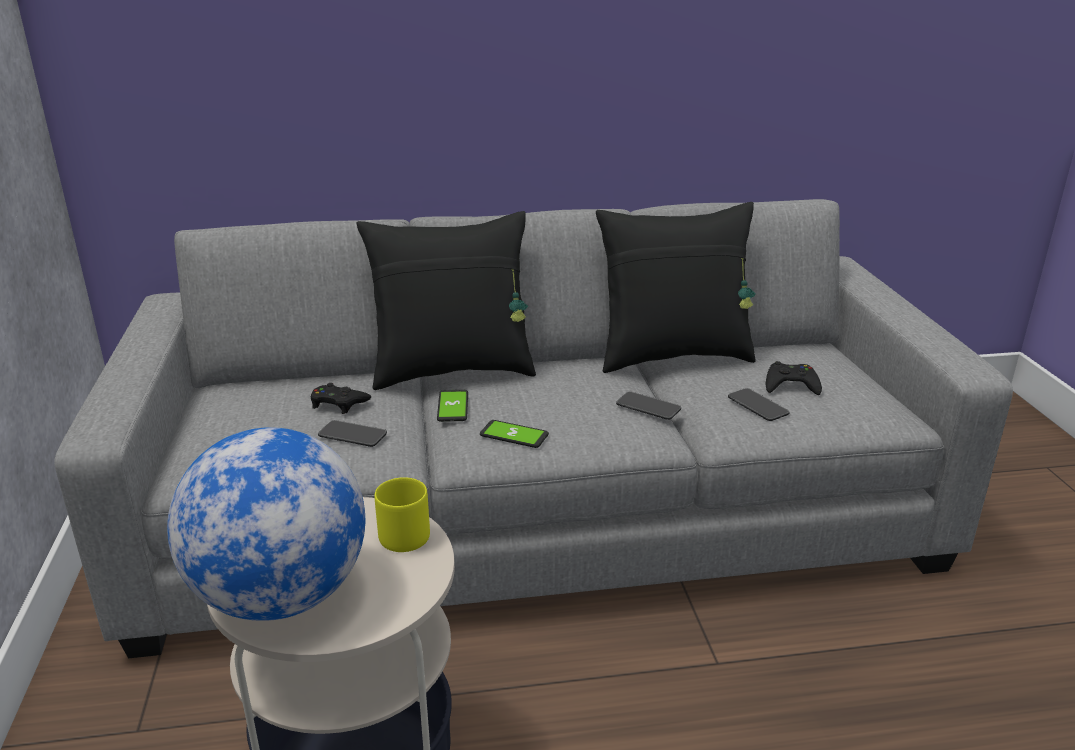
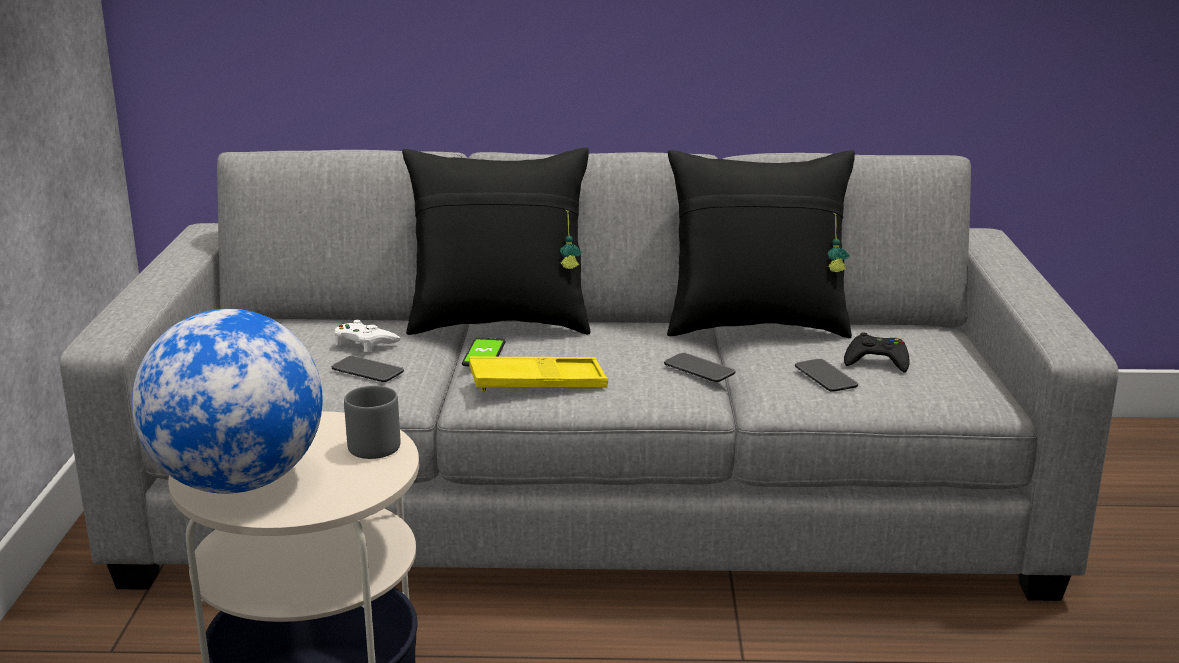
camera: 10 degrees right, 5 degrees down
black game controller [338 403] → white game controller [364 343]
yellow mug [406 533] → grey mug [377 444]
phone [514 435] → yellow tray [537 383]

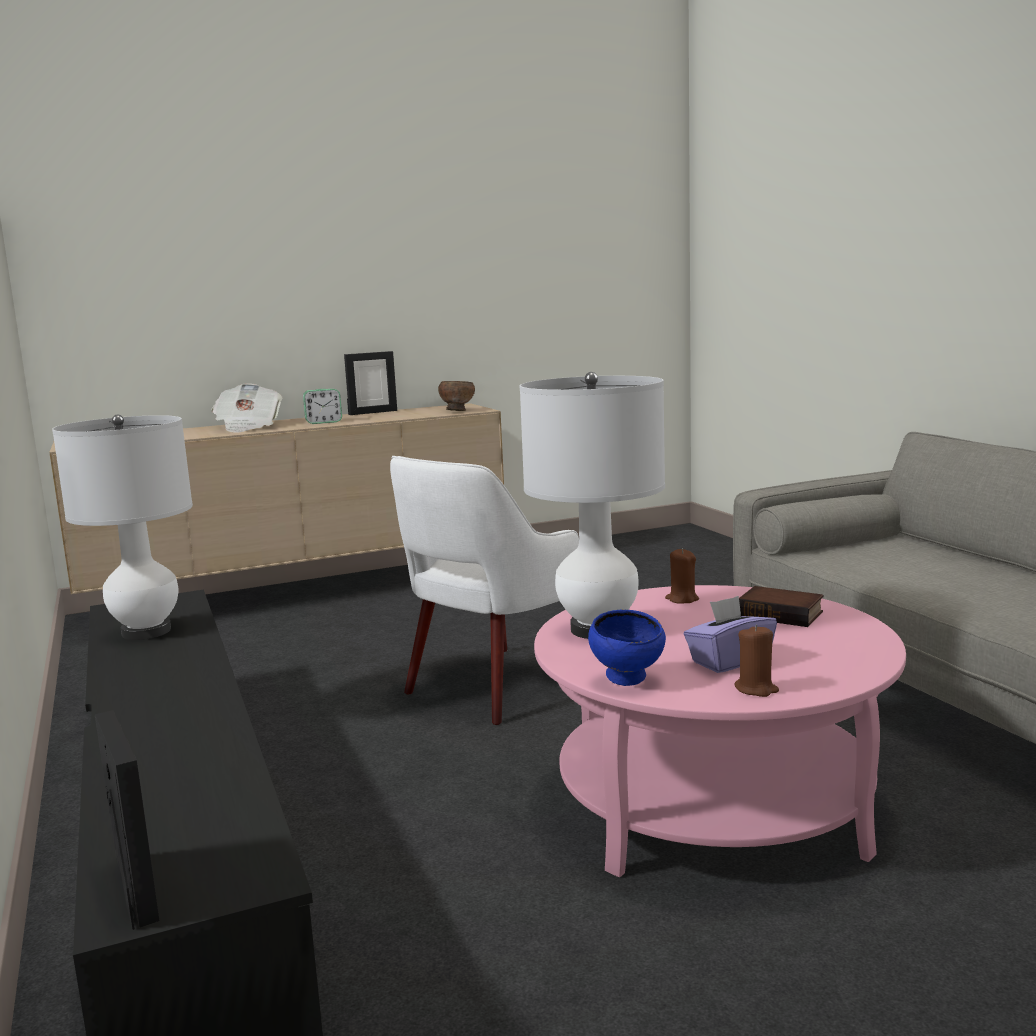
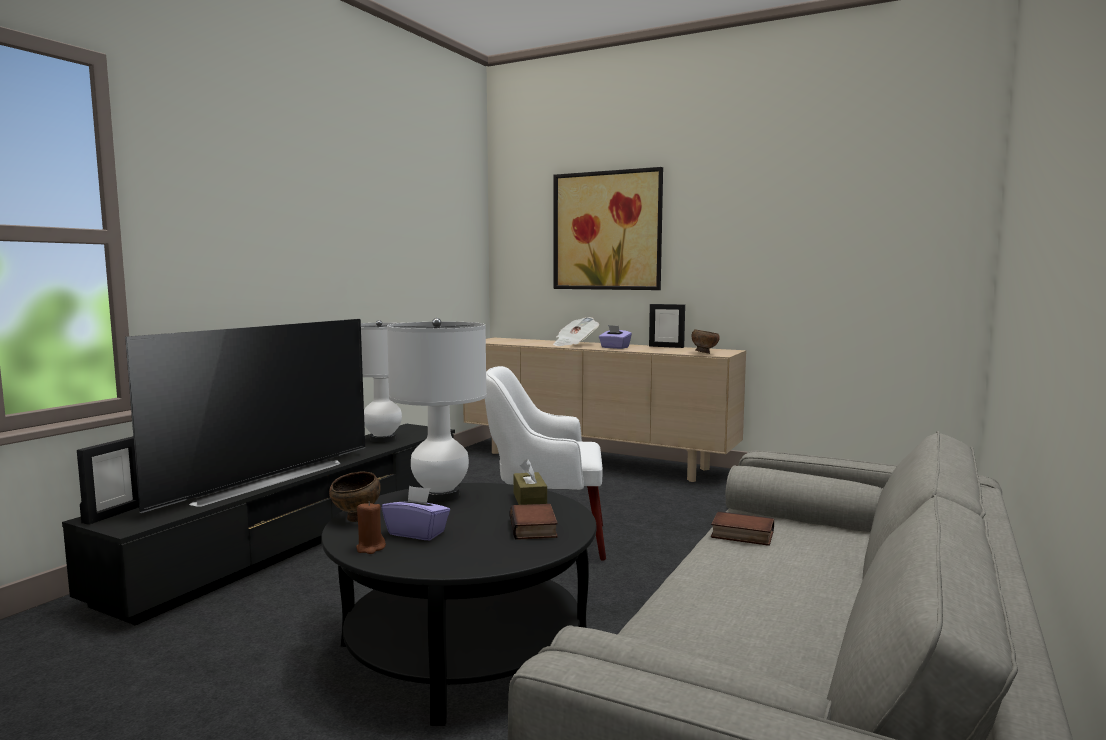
camera: 50 degrees right, 5 degrees down
alarm clock [324 422] → purple tissue box [614 347]
pink coffee table [713 801] → black coffee table [464 648]
blue bowl [628 681] → brown bowl [357 519]
brown candle [682 599] → brown tissue box [529 500]
- → television [263 479]
- → picture [607 231]
- → book [741 535]

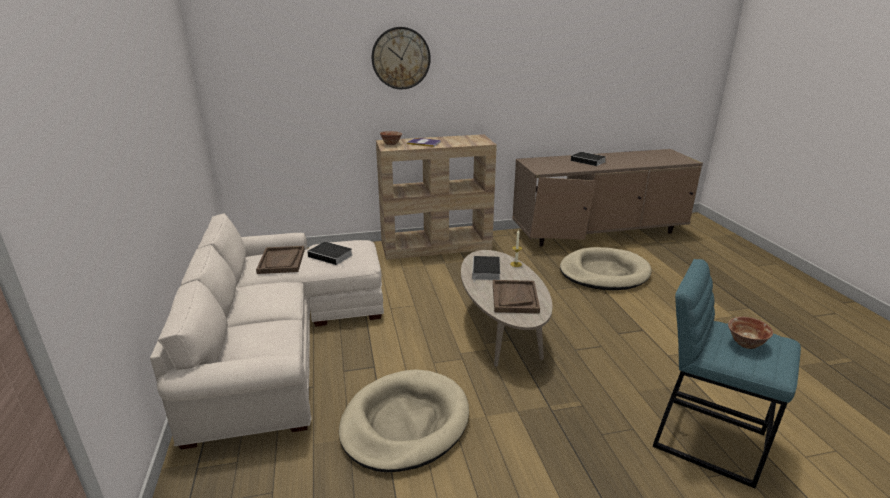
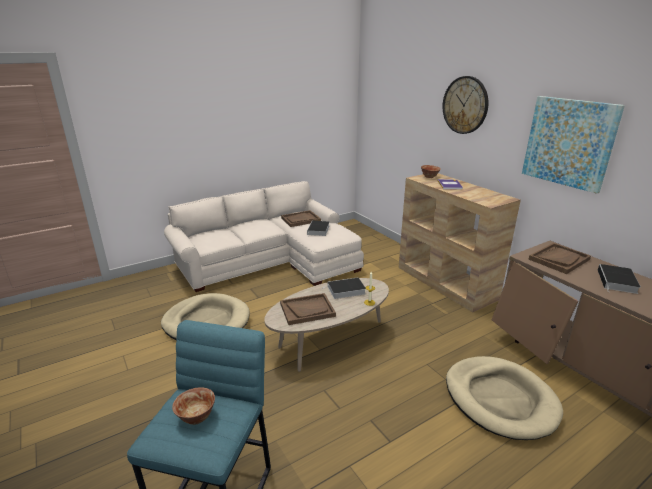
camera: 70 degrees right, 0 degrees up
- → picture [569 142]
- → brown tray [559 259]

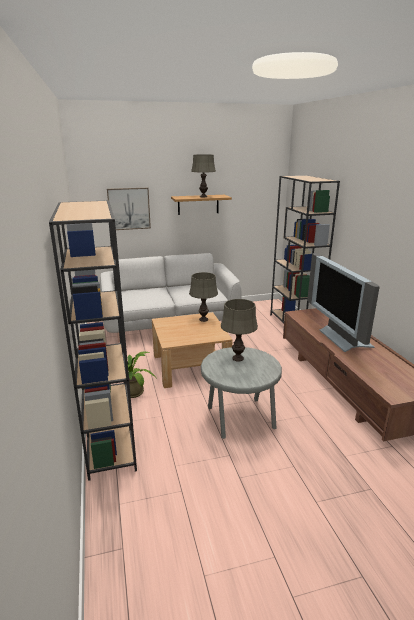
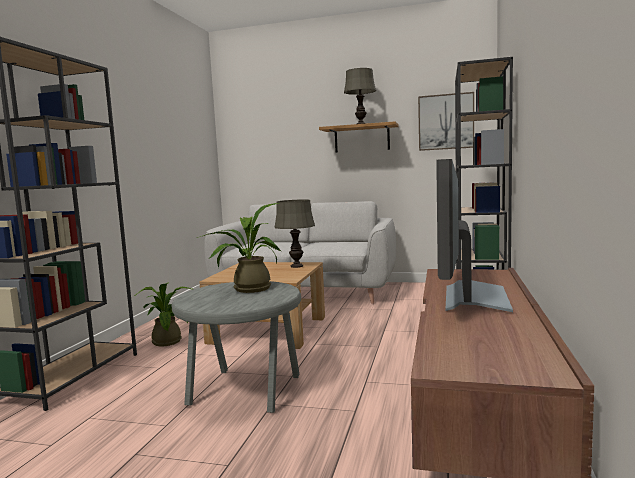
camera: 30 degrees right, 15 degrees down
picture [129 208] → picture [446 122], moved
grey table lamp [237 358] → potted plant [247 289]

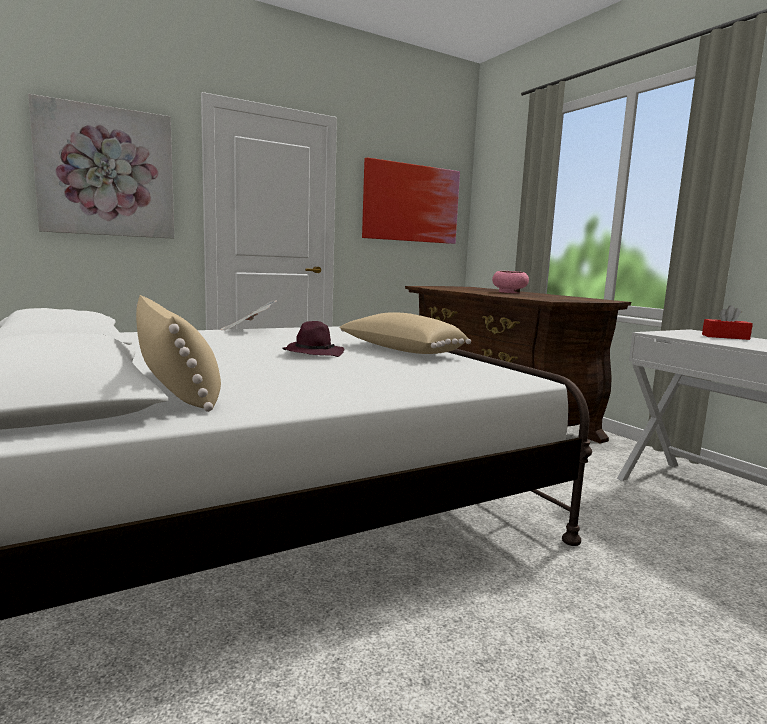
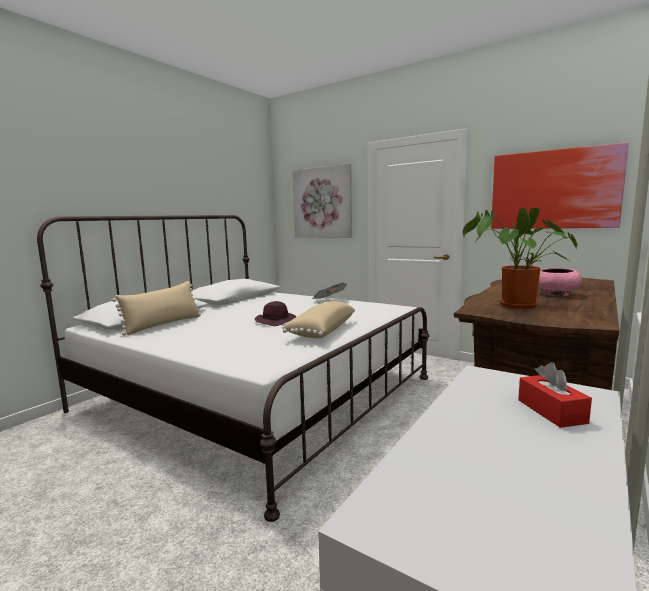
camera: 65 degrees right, 0 degrees up
- → potted plant [514 306]

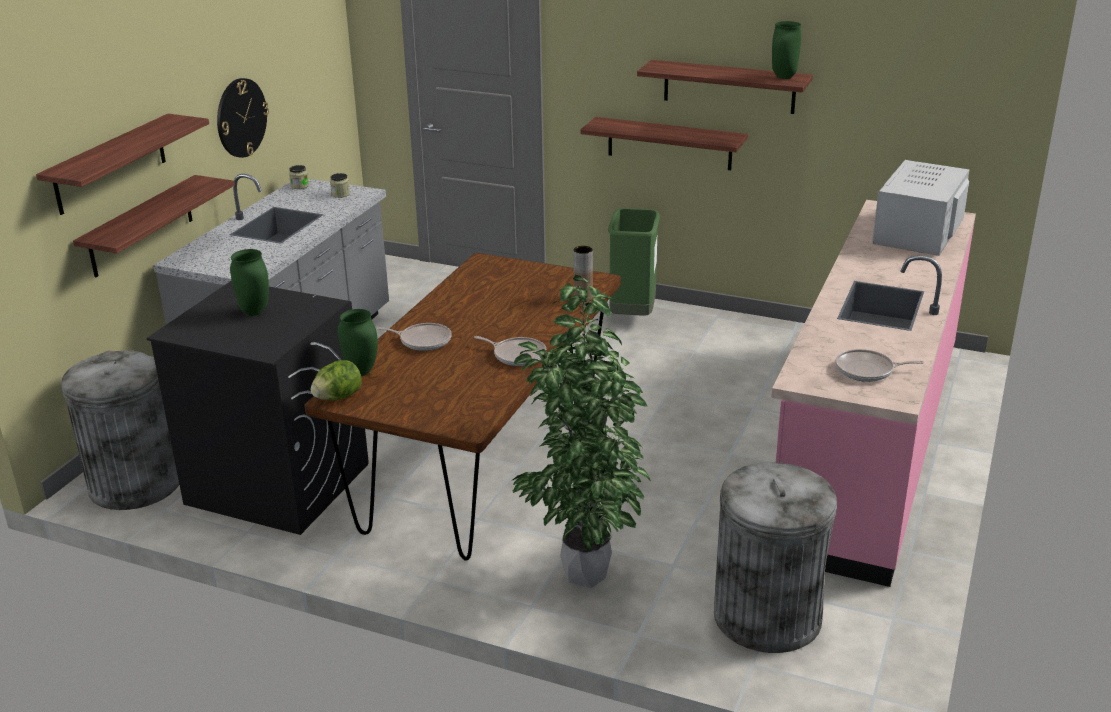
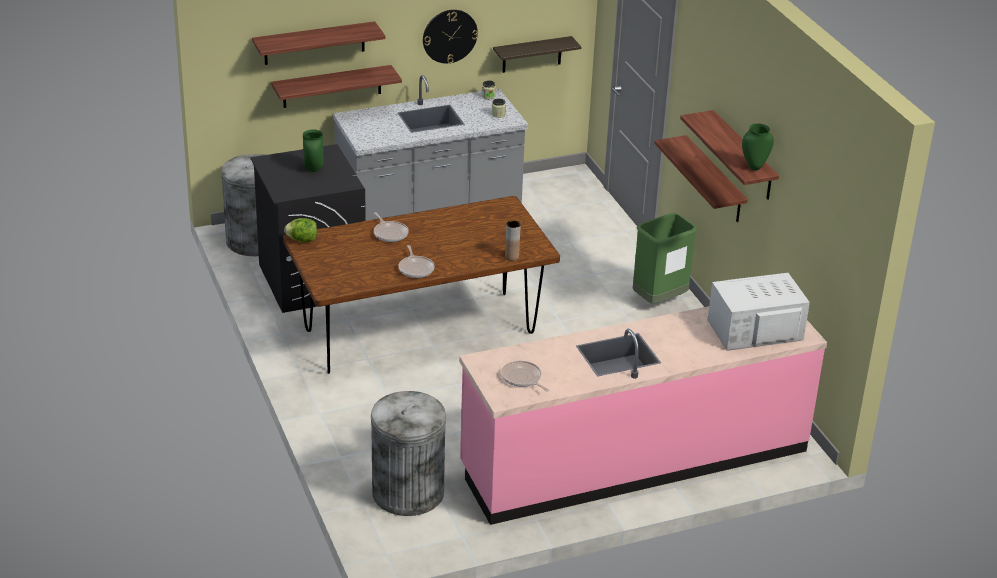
camera: 45 degrees right, 5 degrees up
green vase [360 373] → -
potted plant [580 576] → -
- → shelf [532 54]

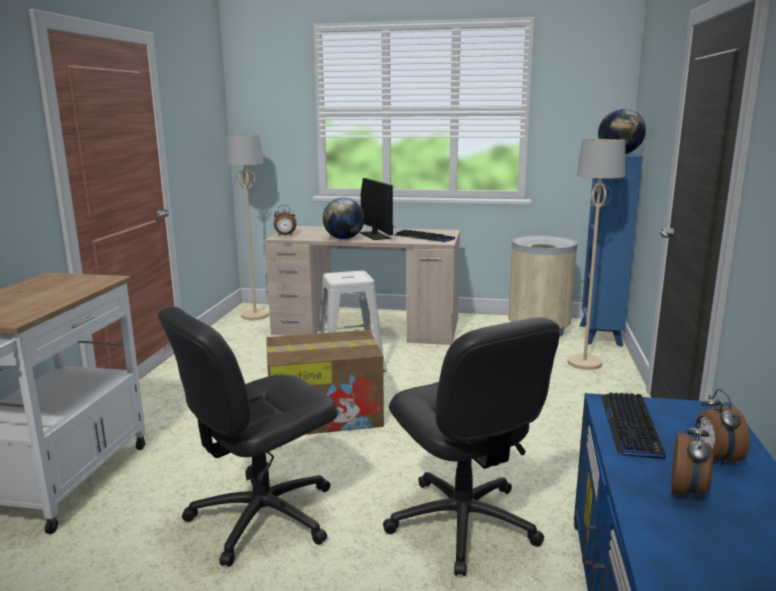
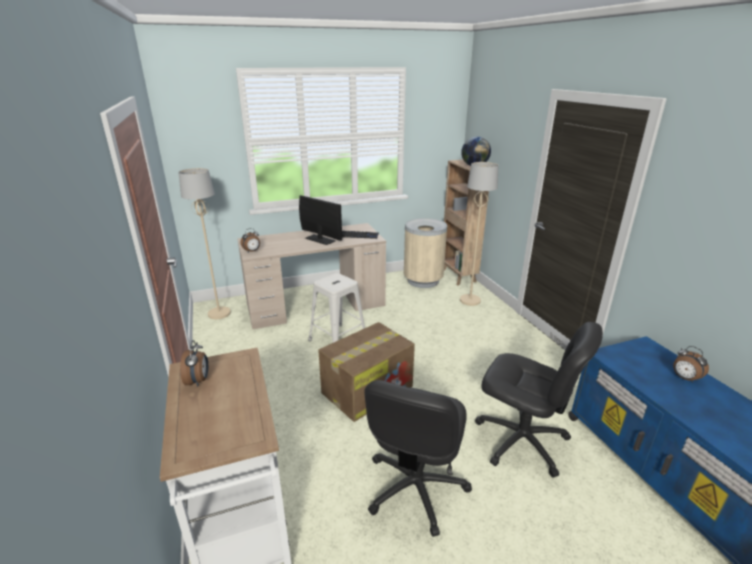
camera: 30 degrees left, 10 degrees up
globe [344 238] → -
blue bookcase [600 336] → brown bookcase [458 276]
keyboard [631 425] → -
alarm clock [688 492] → alarm clock [198 381], moved

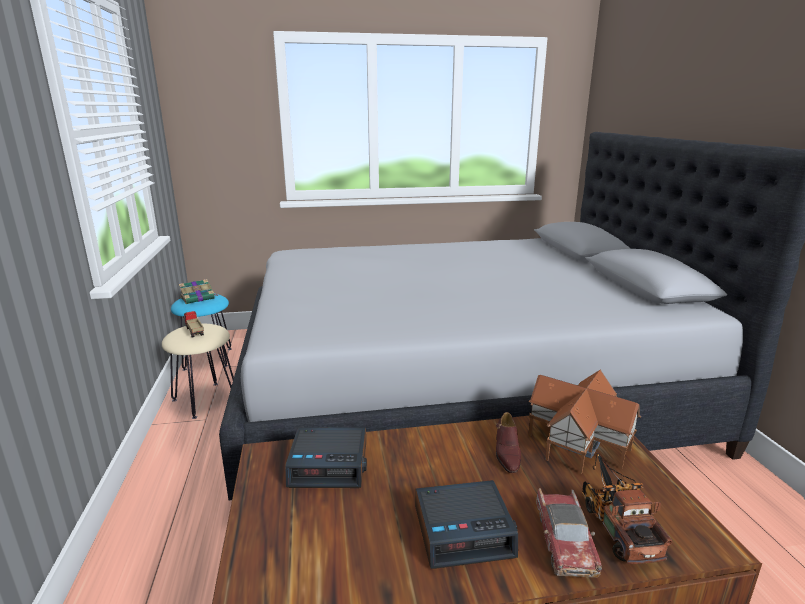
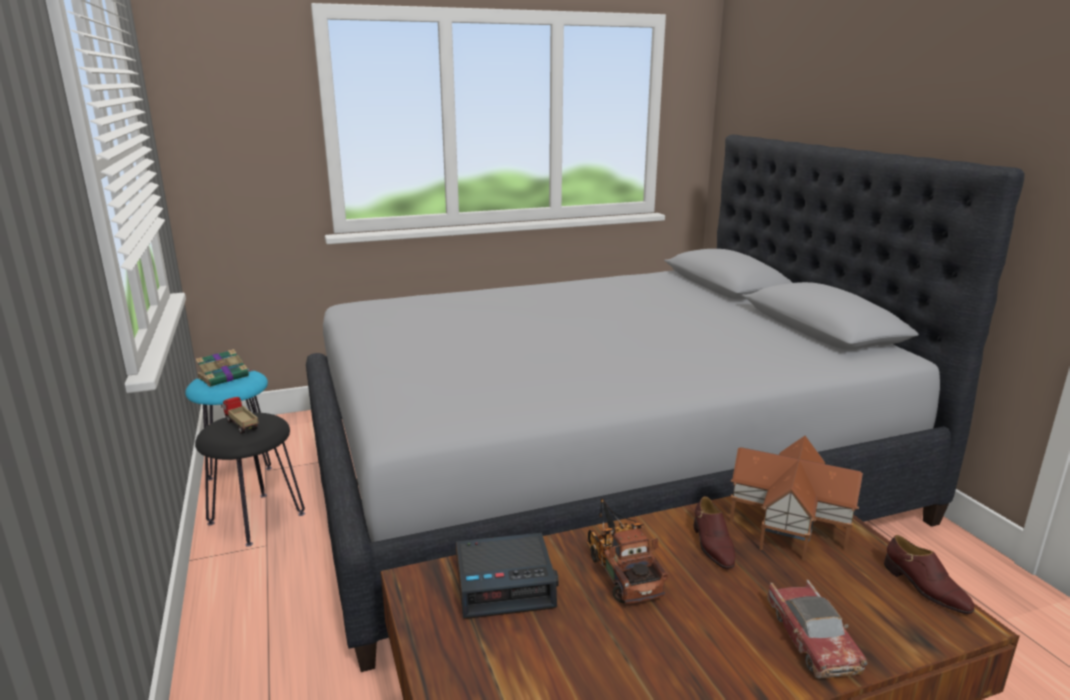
camera: 10 degrees left, 0 degrees up
beige stool [205 400] → black stool [257 518]
alarm clock [464 530] → -
toy truck [616 524] → toy truck [621 569], moved
- → brown shoe [925 588]

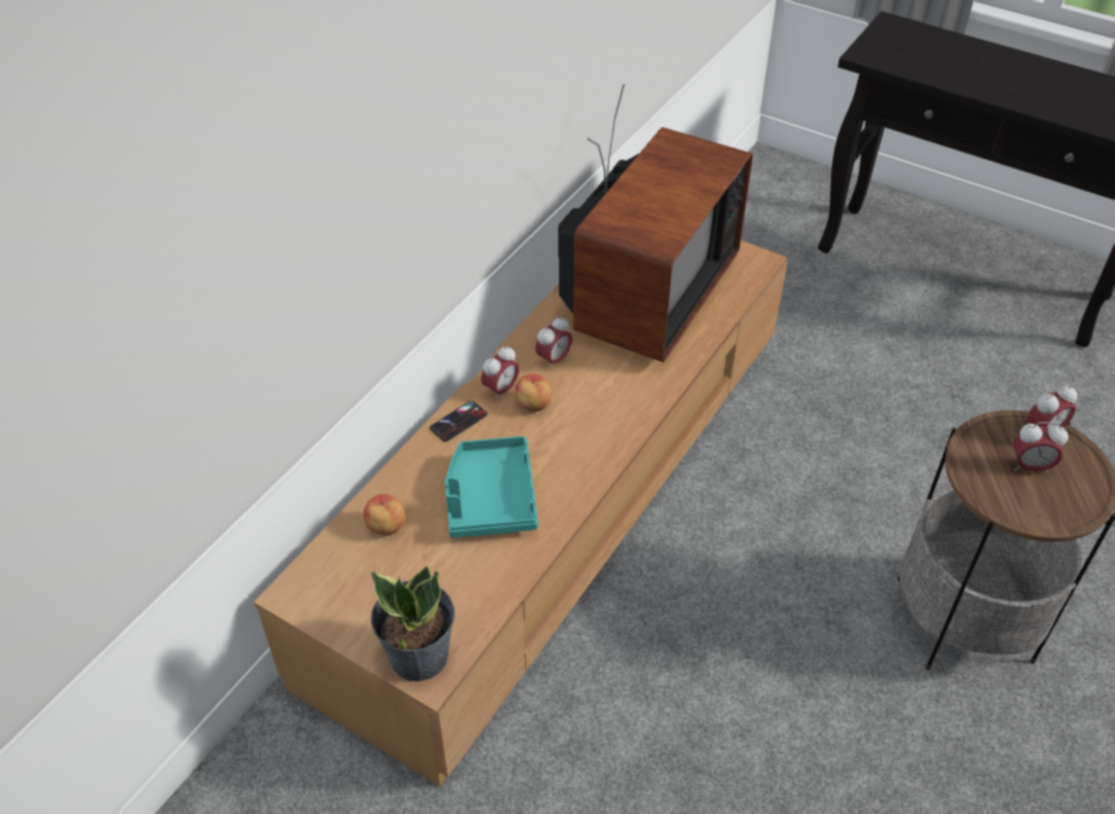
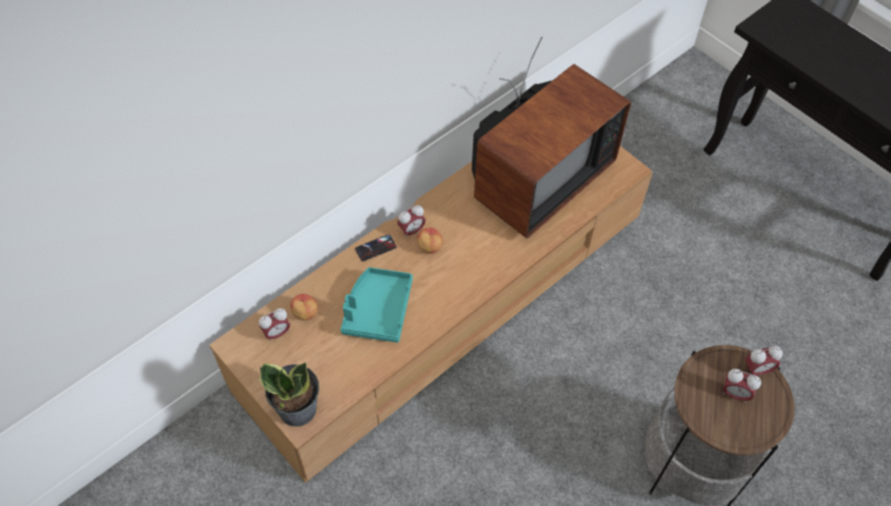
camera: 15 degrees right, 10 degrees up
alarm clock [553 360] → alarm clock [277 333], moved

